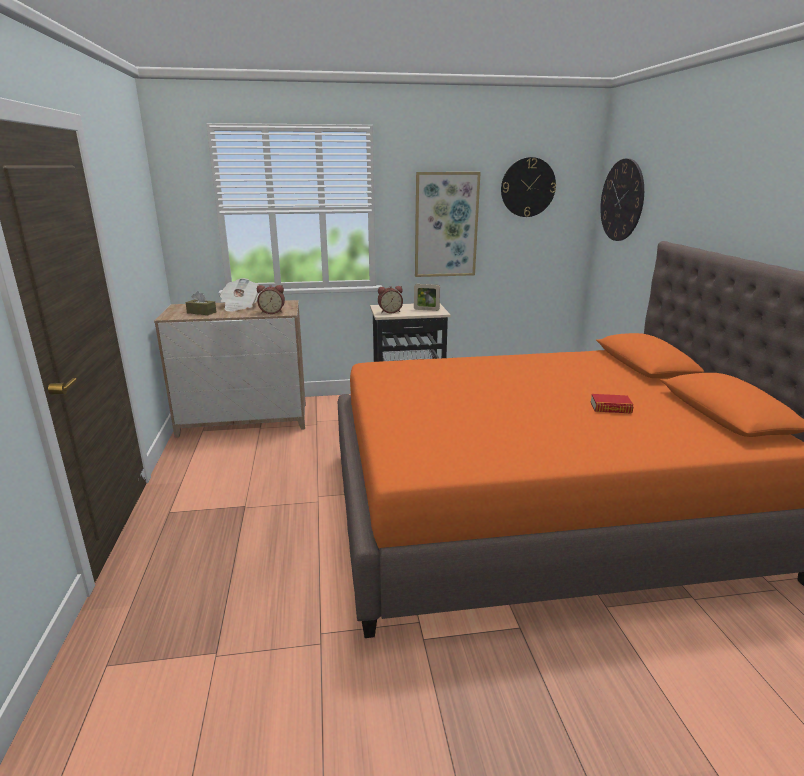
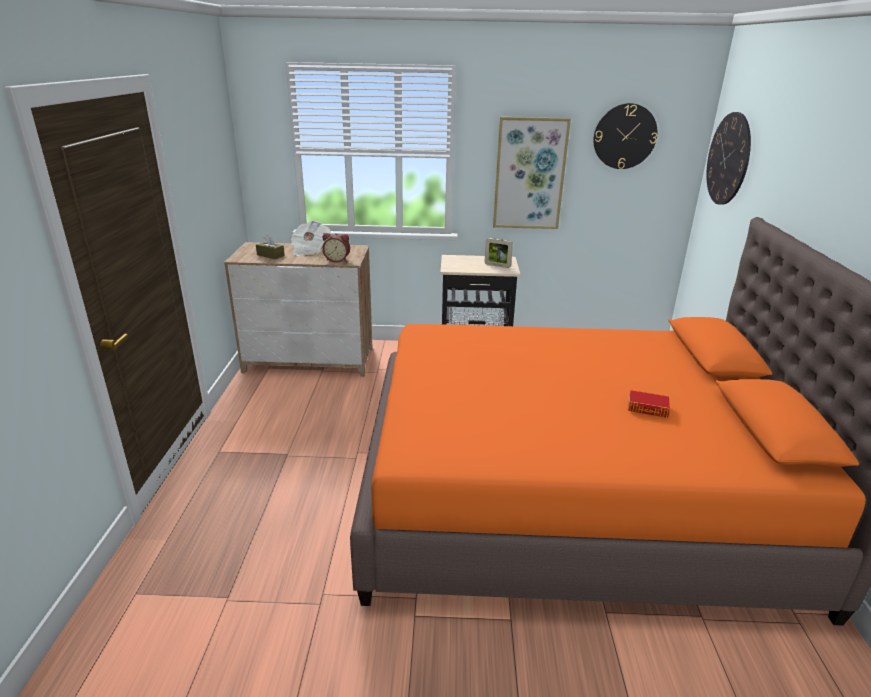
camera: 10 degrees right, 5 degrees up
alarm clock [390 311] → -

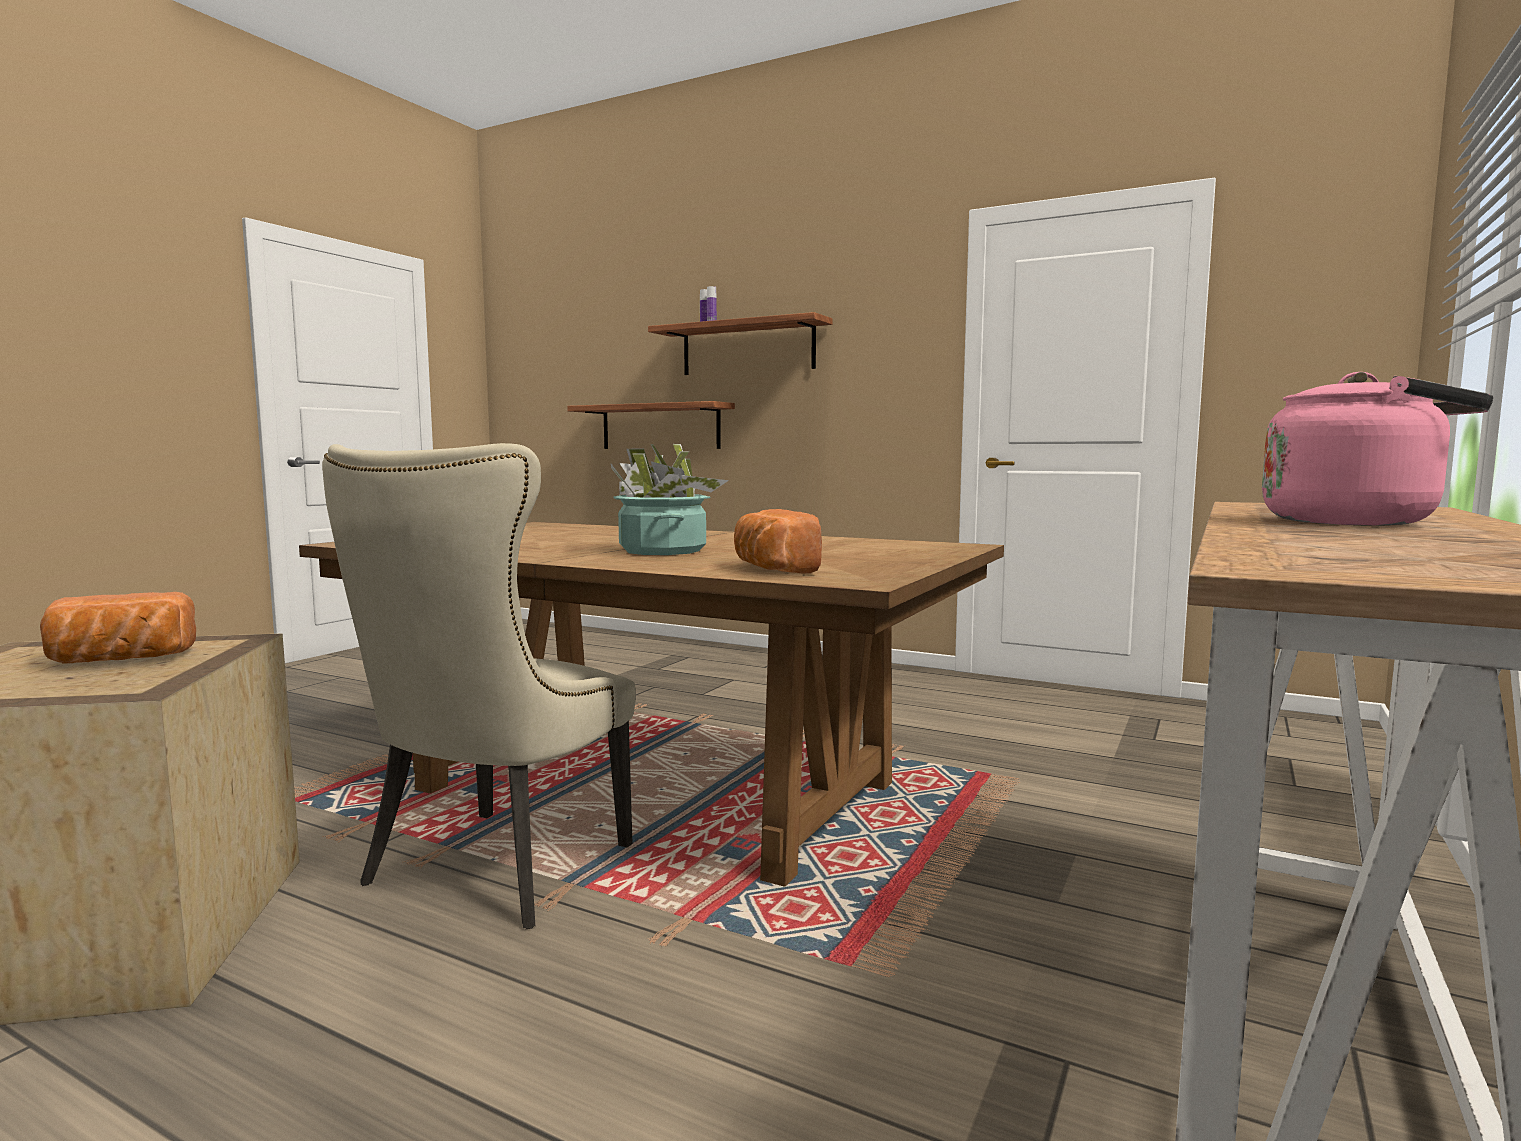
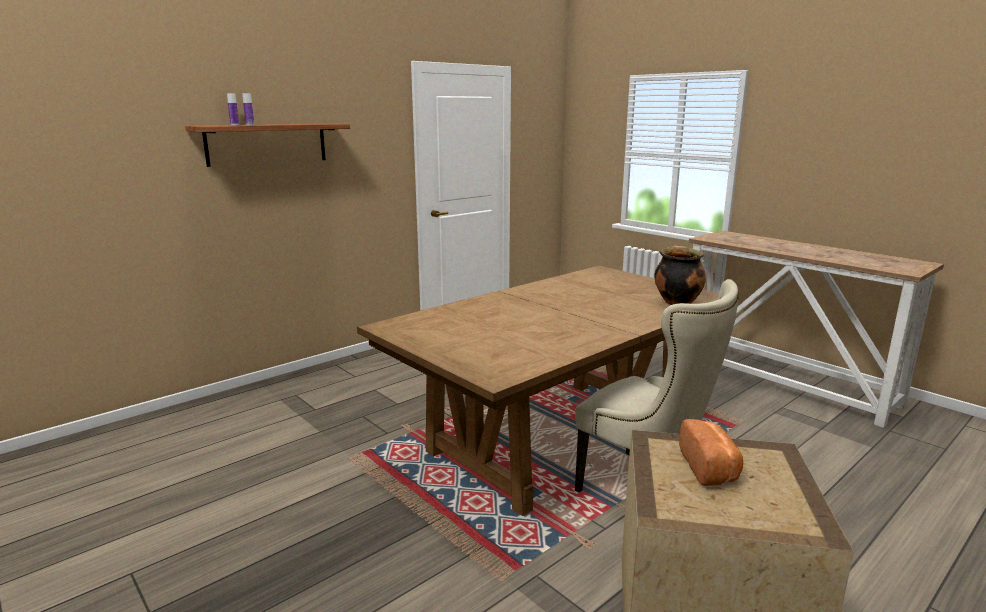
camera: 70 degrees left, 10 degrees up
shelf [660 427] → -
potted plant [662 551] → -
bread [772 569] → cooking pot [676 302]
pink kettle [1357 522] → -

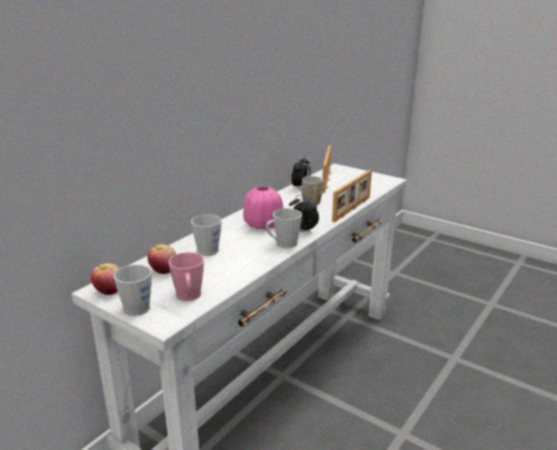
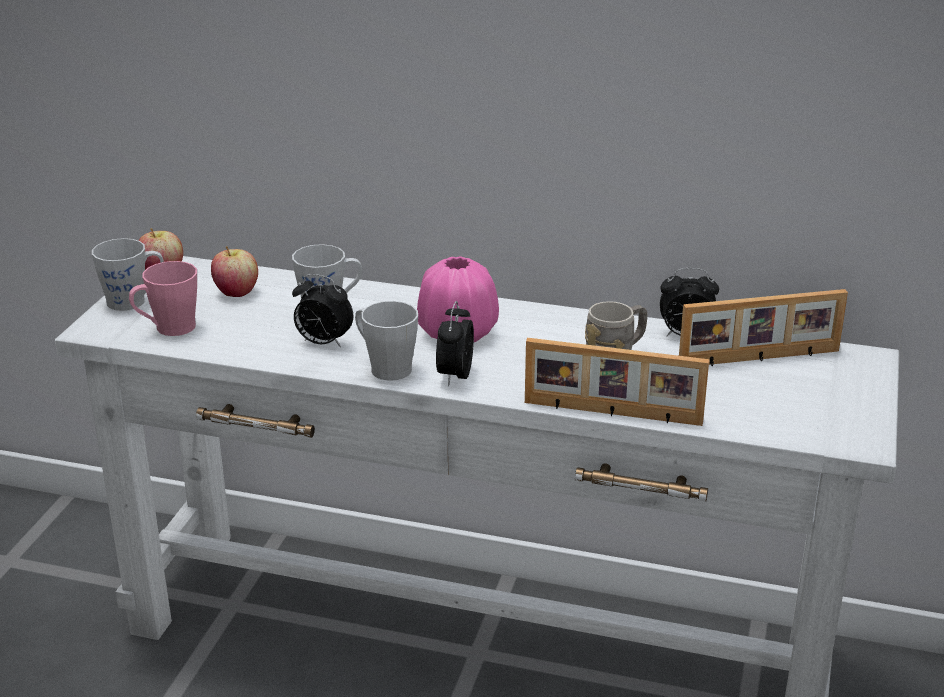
camera: 70 degrees right, 5 degrees up
- → alarm clock [323 343]

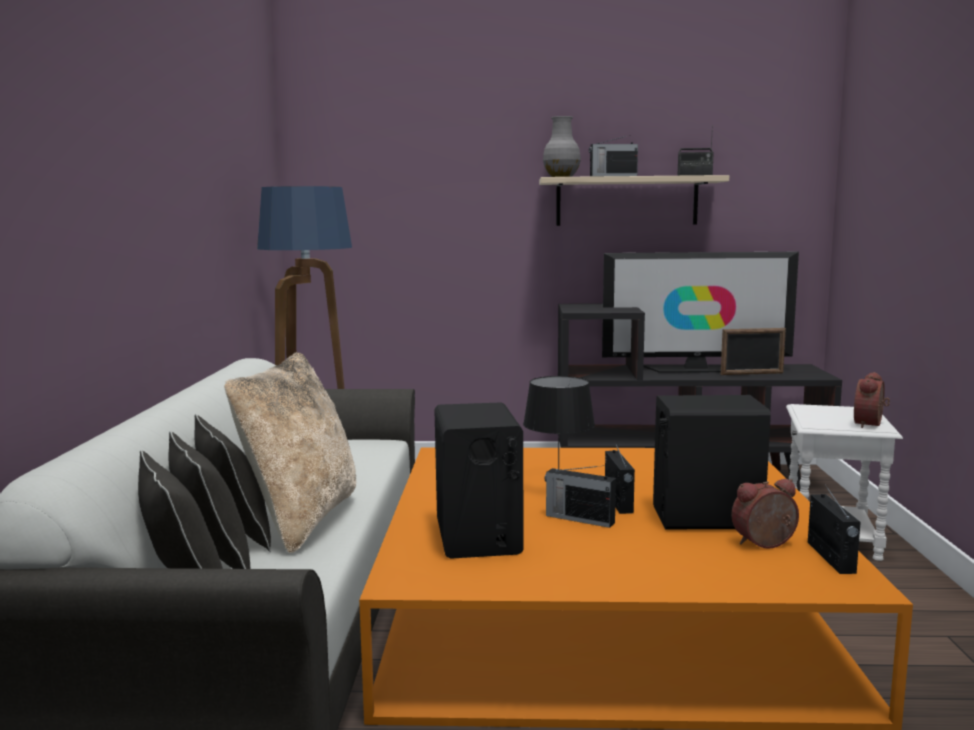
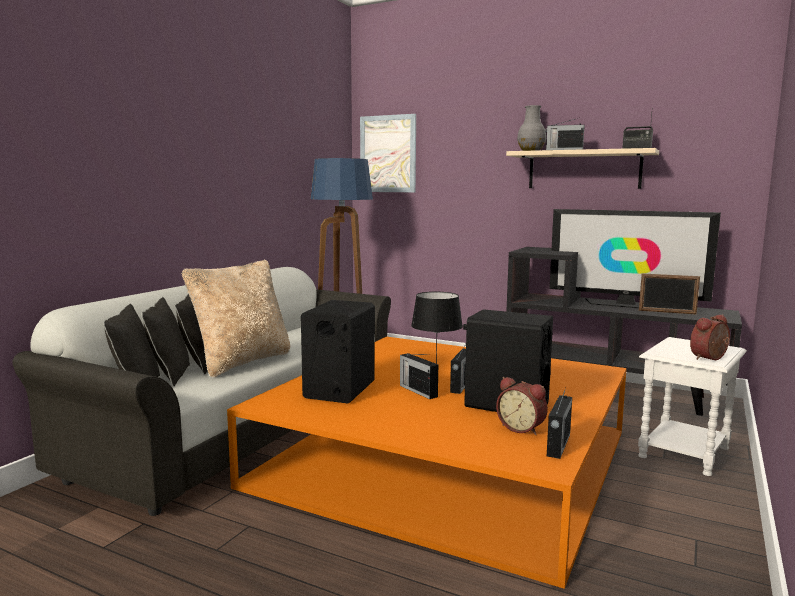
camera: 25 degrees right, 0 degrees up
alarm clock [765 544] → alarm clock [522 428], 150 degrees counterclockwise
- → picture [388 154]

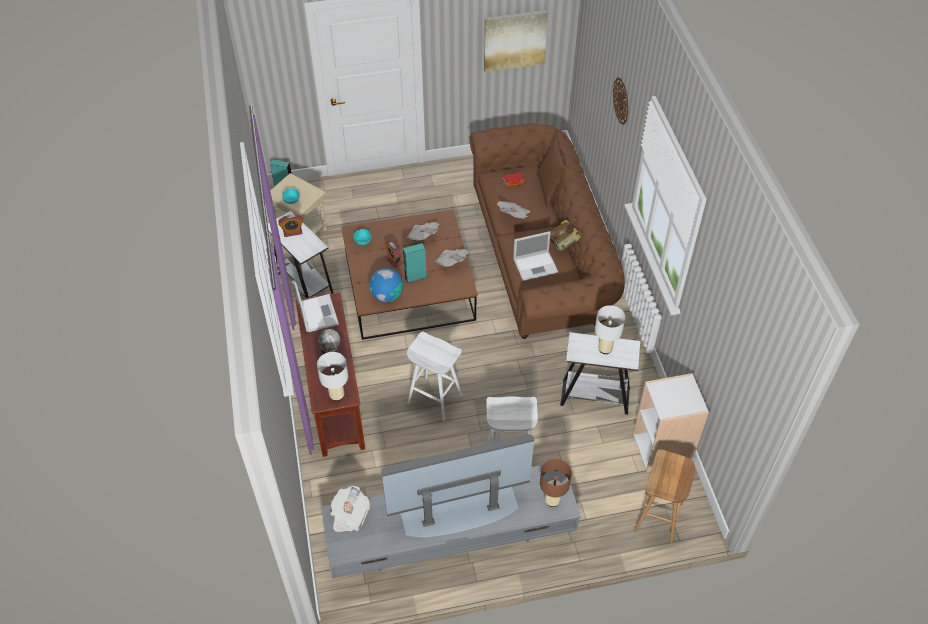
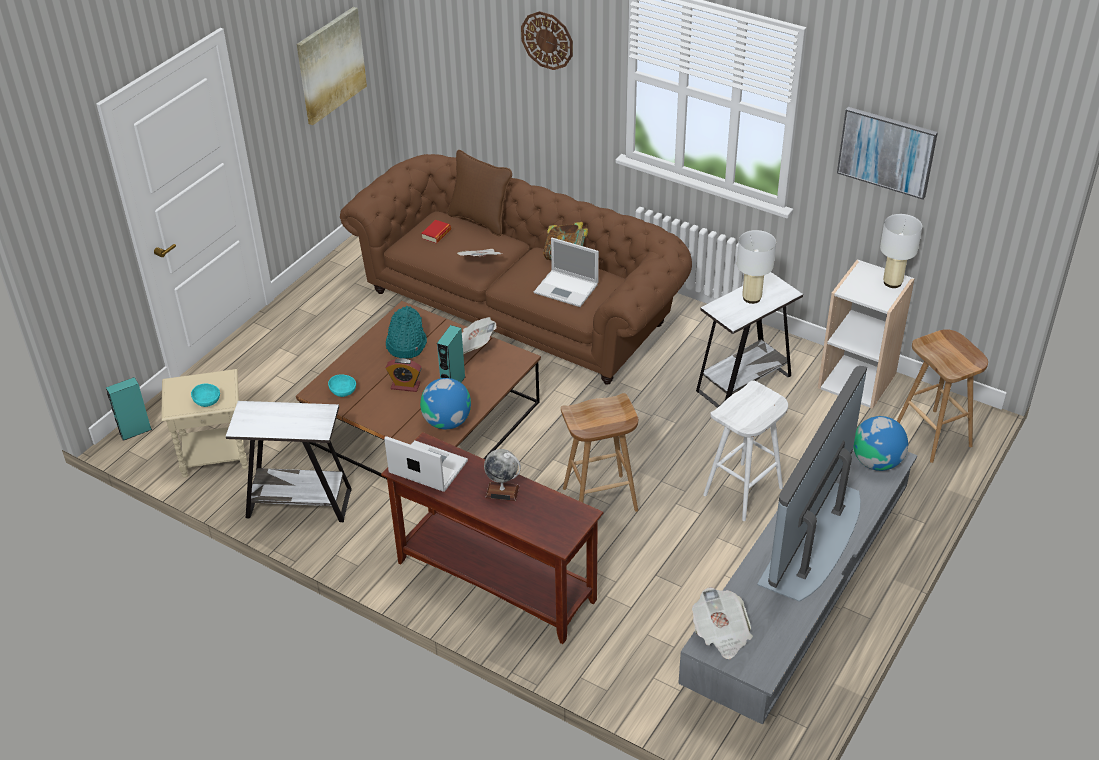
camera: 45 degrees left, 10 degrees down
alarm clock [292 232] → -
white table lamp [336 395] → white table lamp [892 283], moved
newspaper [423 236] → turquoise hat [405 344]
white stool [434 399] → brown stool [599 500]
laptop [536 265] → laptop [567 288], 90 degrees clockwise
brown table lamp [552 500] → globe [876 462]
- → picture [886 151]

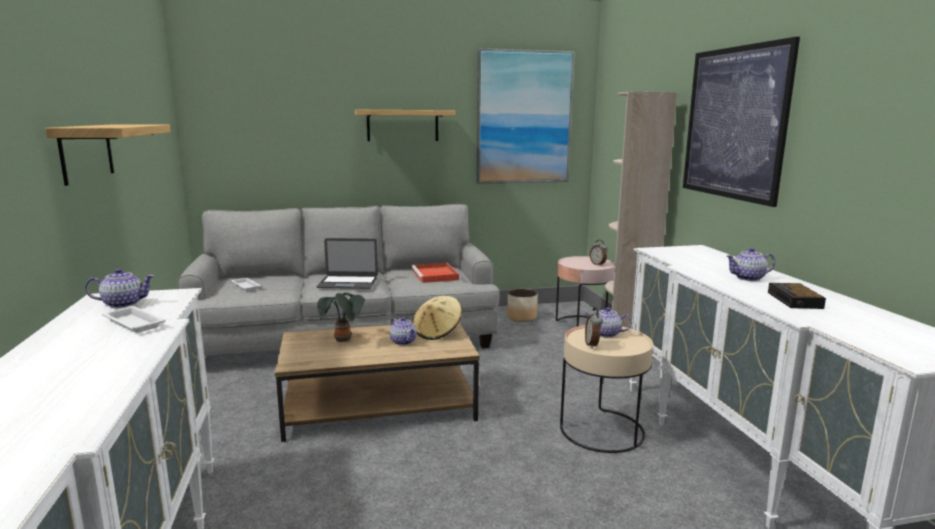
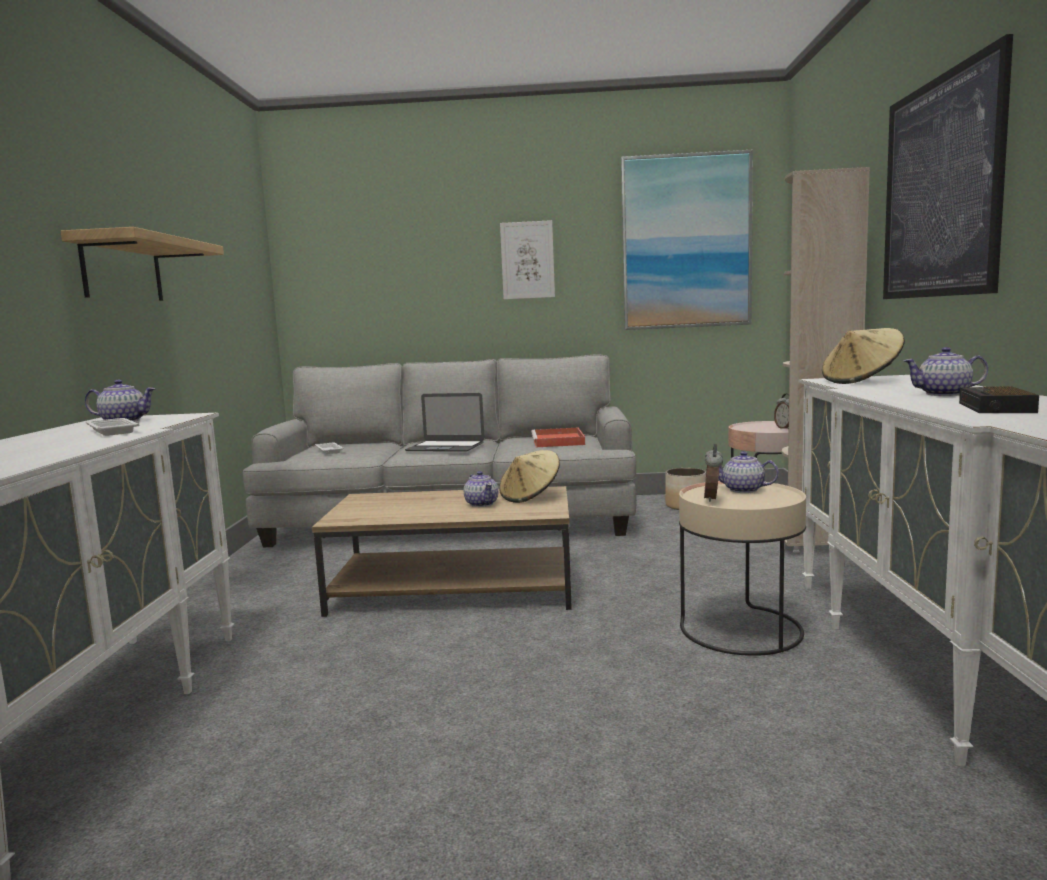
camera: 15 degrees right, 5 degrees down
potted plant [344 340] → -
shelf [402 125] → picture [527 260]
- → beige hat [861 381]

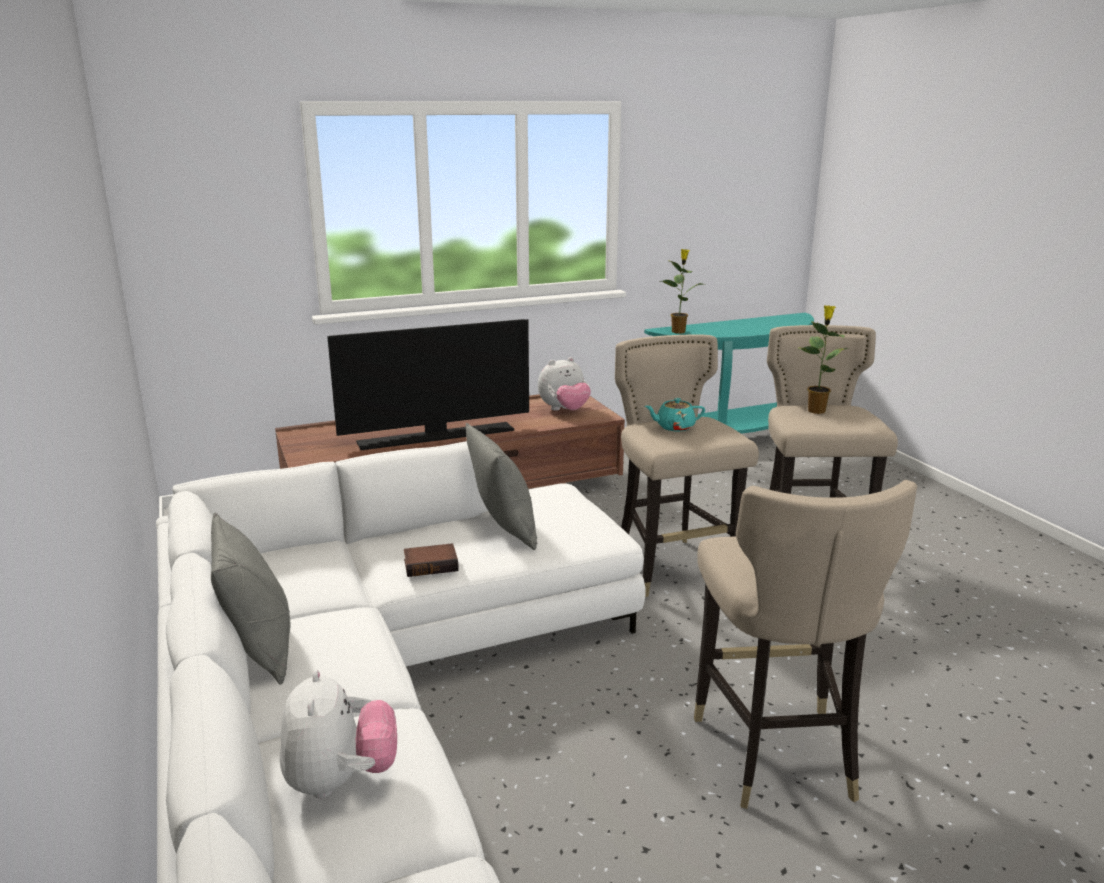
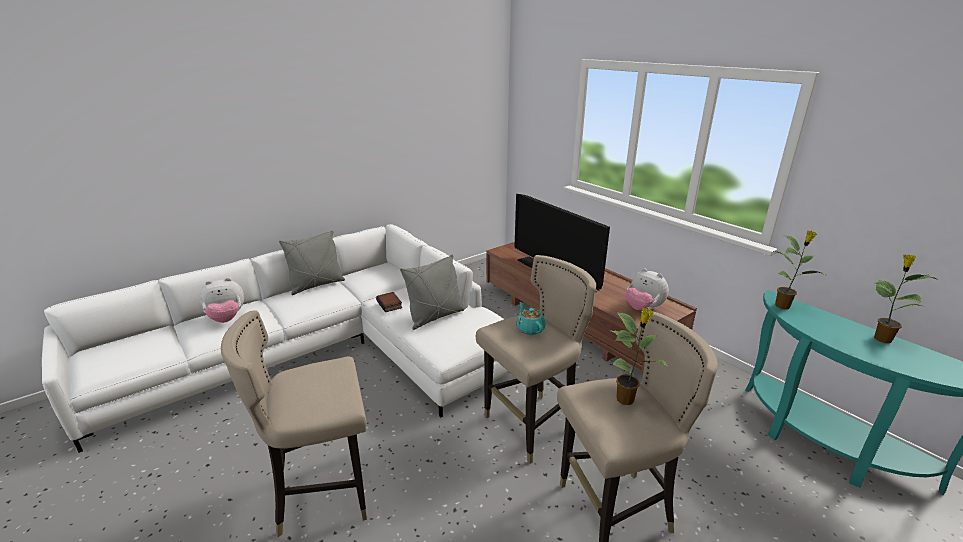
camera: 75 degrees right, 5 degrees up
- → potted plant [881 338]

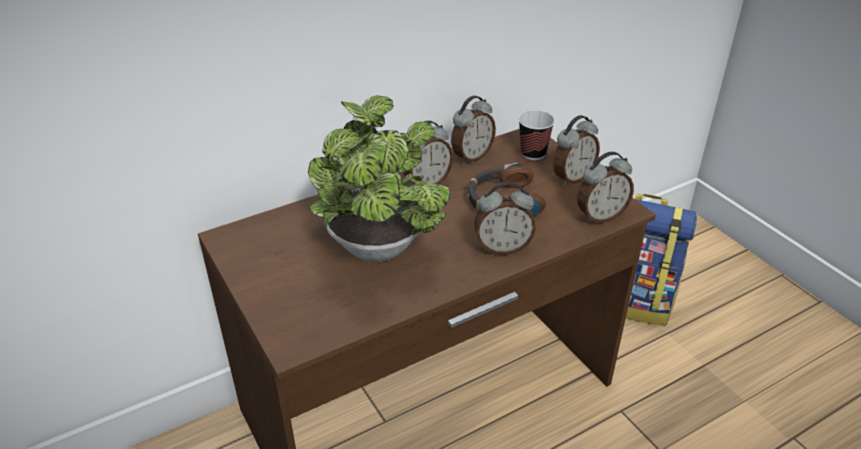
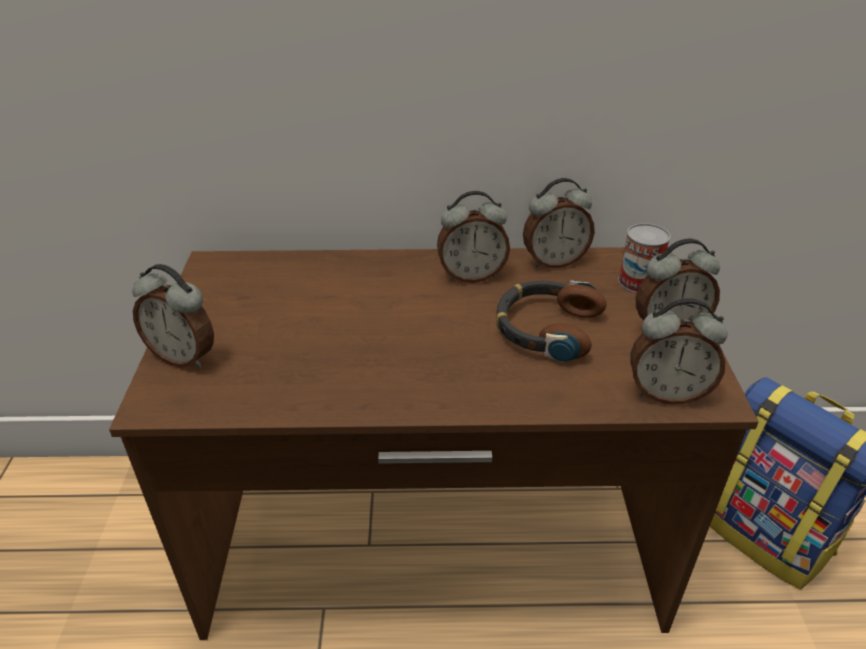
camera: 30 degrees right, 0 degrees up
potted plant [378 251] → -
alarm clock [502 248] → alarm clock [184 356], moved
cup [533 153] → can [638 282]

